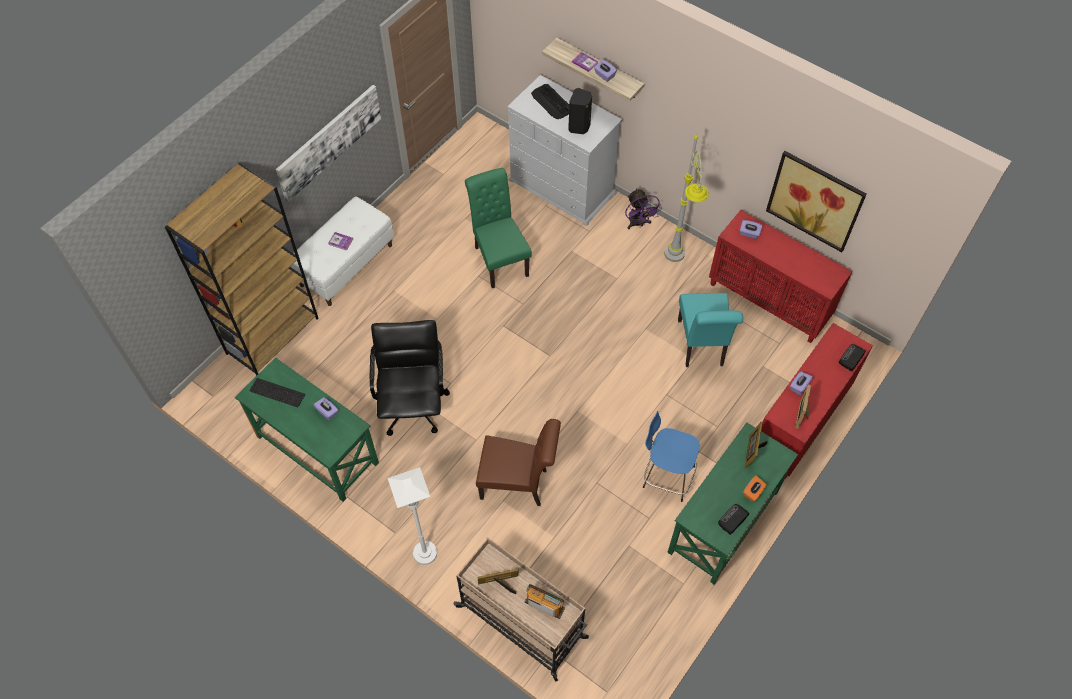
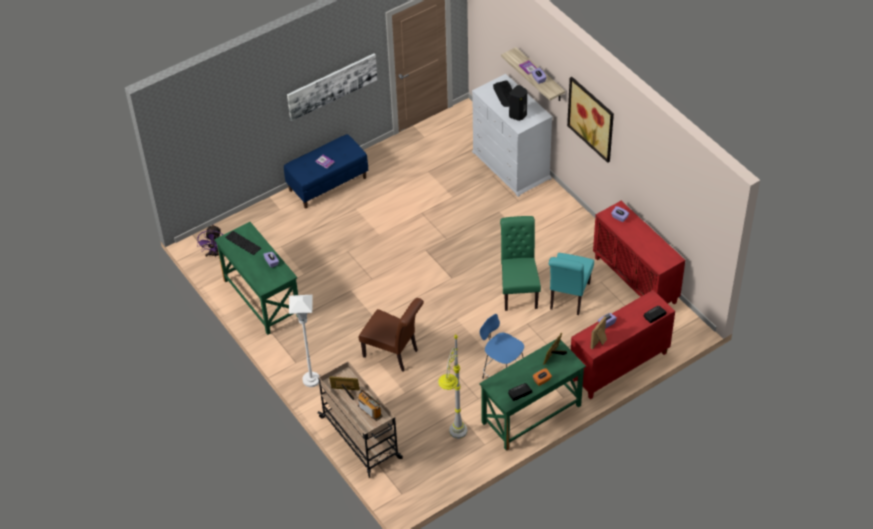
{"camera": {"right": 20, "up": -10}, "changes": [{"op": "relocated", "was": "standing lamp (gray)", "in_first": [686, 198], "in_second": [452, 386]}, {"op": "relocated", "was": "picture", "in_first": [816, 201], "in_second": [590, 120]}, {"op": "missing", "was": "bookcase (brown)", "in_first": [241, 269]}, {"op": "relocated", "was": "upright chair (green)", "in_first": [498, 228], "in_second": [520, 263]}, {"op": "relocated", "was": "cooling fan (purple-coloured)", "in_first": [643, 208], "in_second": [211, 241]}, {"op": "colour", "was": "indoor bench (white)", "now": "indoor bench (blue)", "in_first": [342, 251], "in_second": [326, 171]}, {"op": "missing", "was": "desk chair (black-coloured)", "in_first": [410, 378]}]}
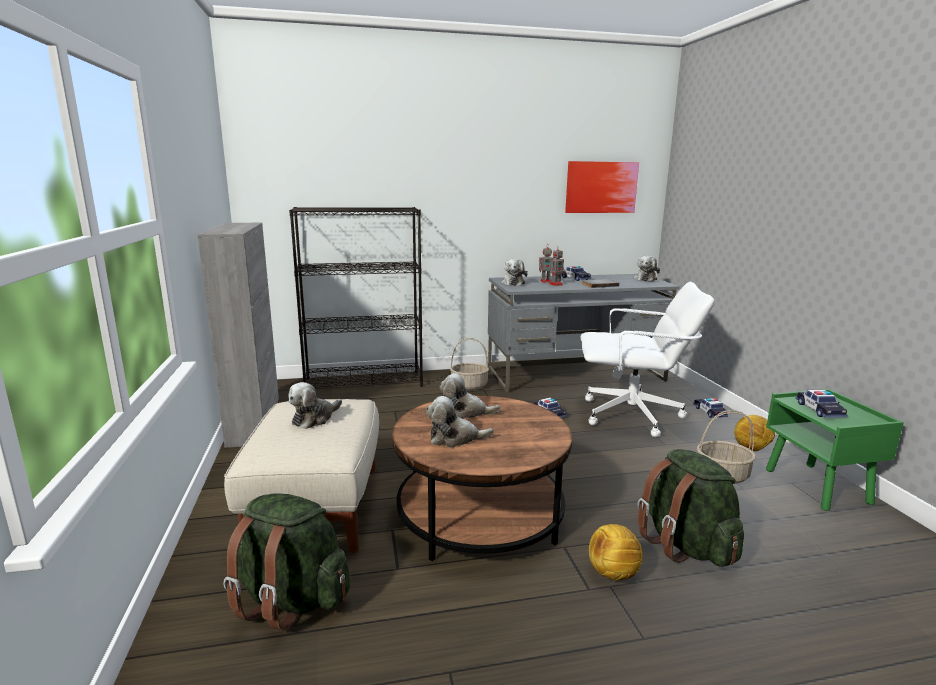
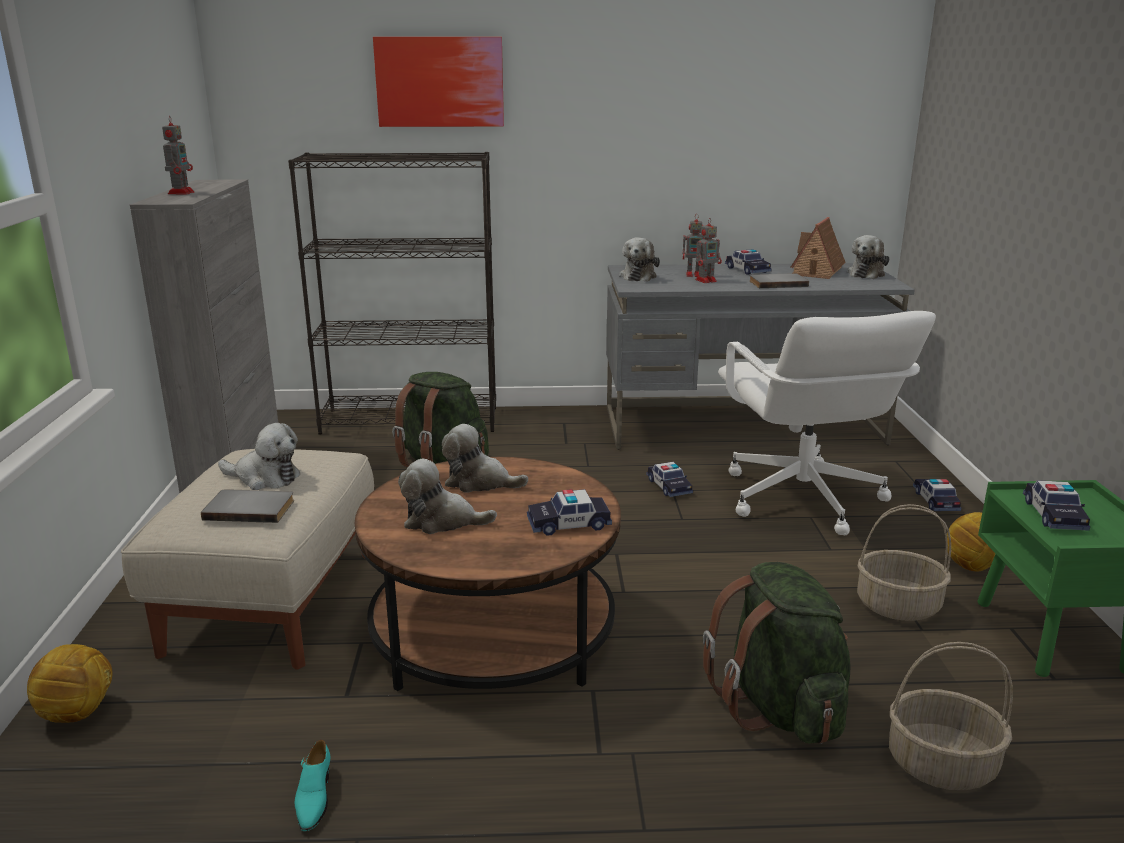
{"camera": {"right": 10, "up": 5}, "changes": [{"op": "relocated", "was": "picture", "in_first": [602, 187], "in_second": [438, 82]}, {"op": "spun", "was": "desk chair (white)", "in_first": [647, 359], "in_second": [827, 423], "clockwise": 60}, {"op": "relocated", "was": "storage basket", "in_first": [469, 364], "in_second": [951, 716]}, {"op": "spun", "was": "plush toy", "in_first": [315, 405], "in_second": [259, 456], "clockwise": -120}, {"op": "relocated", "was": "rucksack (green)", "in_first": [287, 562], "in_second": [440, 419]}, {"op": "relocated", "was": "football ball", "in_first": [616, 552], "in_second": [69, 683]}, {"op": "appeared", "now": "toy robot", "in_second": [178, 155]}, {"op": "appeared", "now": "toy house", "in_second": [818, 248]}, {"op": "appeared", "now": "book (gray)", "in_second": [247, 506]}, {"op": "appeared", "now": "model car", "in_second": [569, 512]}, {"op": "appeared", "now": "low shoe (turquoise-coloured)", "in_second": [312, 785]}]}
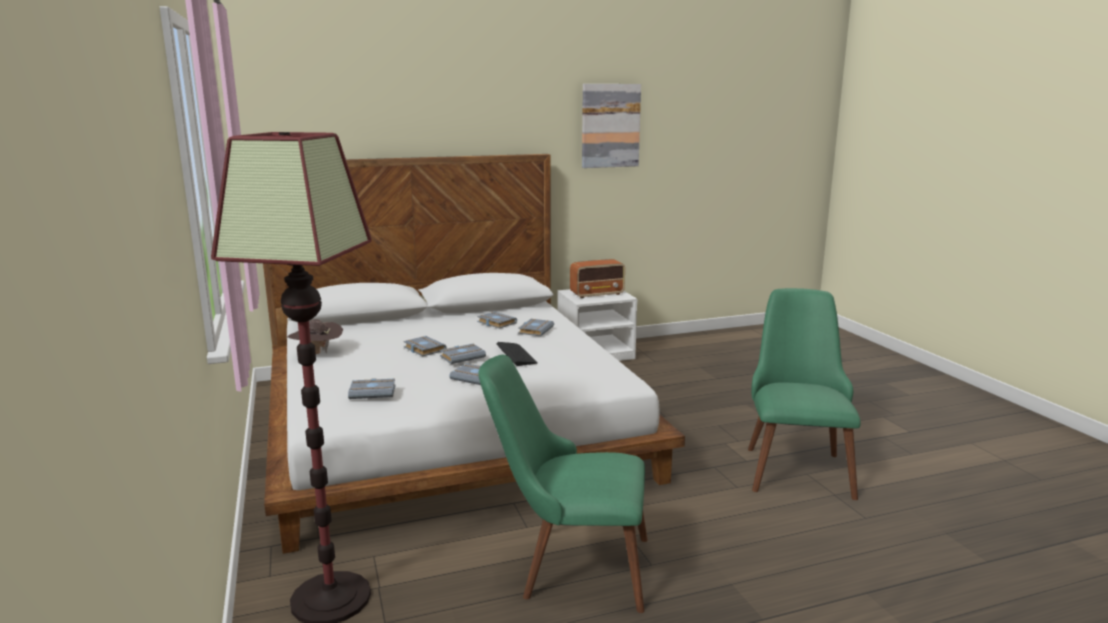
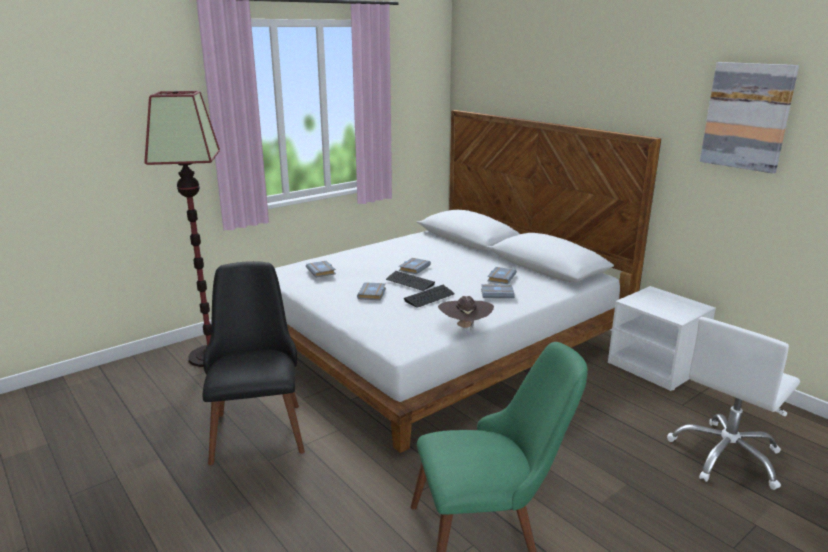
{"camera": {"right": 70, "up": 5}, "changes": [{"op": "missing", "was": "radio receiver", "in_first": [597, 278]}, {"op": "relocated", "was": "wearable hat (brown)", "in_first": [315, 337], "in_second": [466, 313]}, {"op": "exchanged", "was": "book (gray)", "now": "PC keyboard", "in_first": [463, 354], "in_second": [410, 281]}, {"op": "colour", "was": "upright chair (green)", "now": "upright chair (black-coloured)", "in_first": [563, 484], "in_second": [254, 363]}, {"op": "appeared", "now": "desk chair (white)", "in_second": [733, 403]}]}
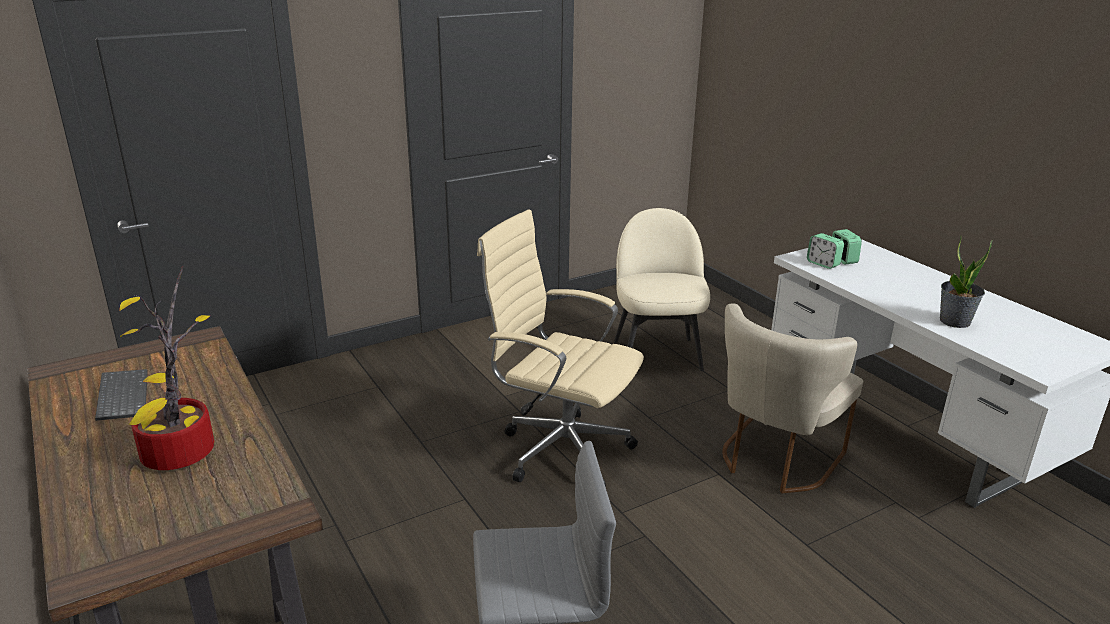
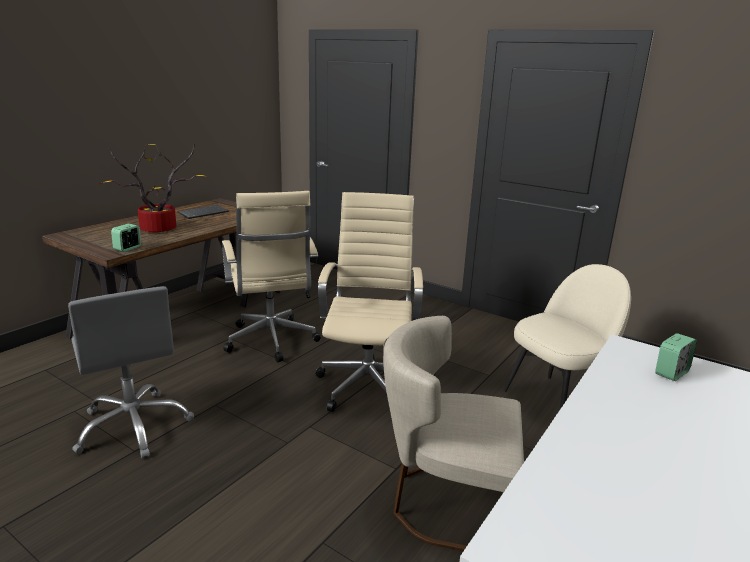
{"camera": {"right": 65, "up": -5}, "changes": [{"op": "relocated", "was": "alarm clock", "in_first": [825, 251], "in_second": [126, 237]}, {"op": "missing", "was": "houseplant", "in_first": [966, 282]}, {"op": "appeared", "now": "desk chair (sand-coloured)", "in_second": [271, 276]}]}
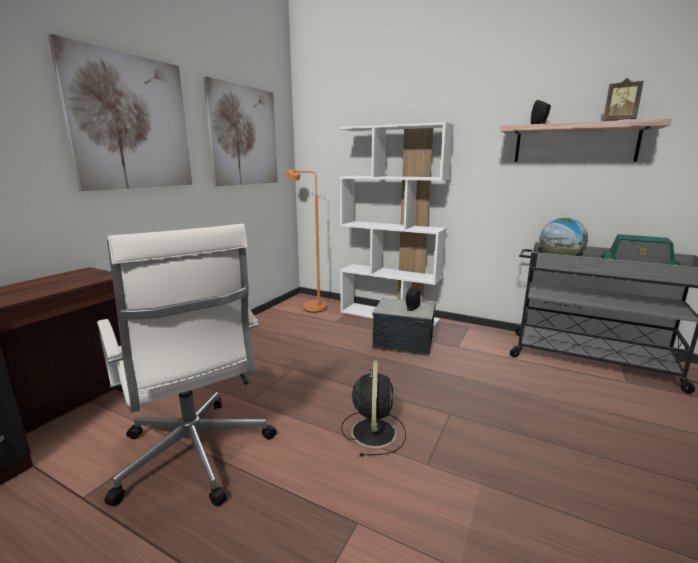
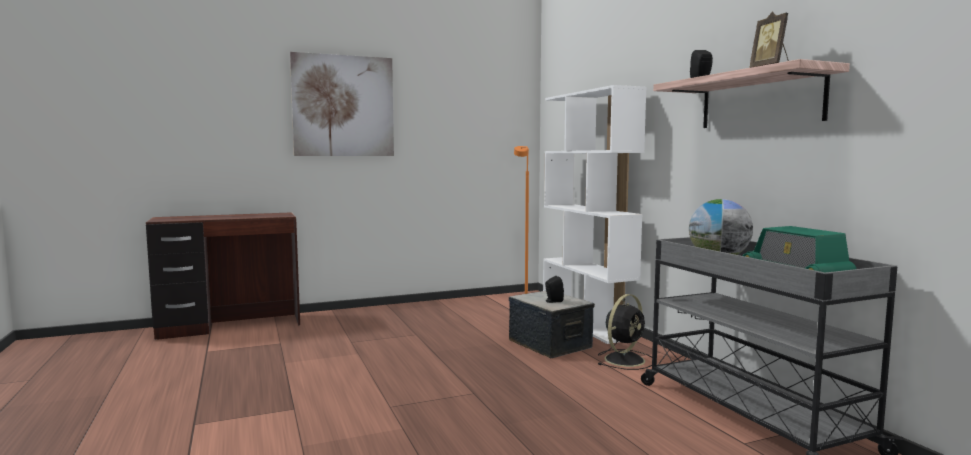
{"camera": {"right": 40, "up": -10}, "changes": [{"op": "missing", "was": "picture", "in_first": [240, 131]}, {"op": "missing", "was": "desk chair (white)", "in_first": [186, 365]}, {"op": "relocated", "was": "cooling fan (black-coloured)", "in_first": [373, 408], "in_second": [624, 332]}]}
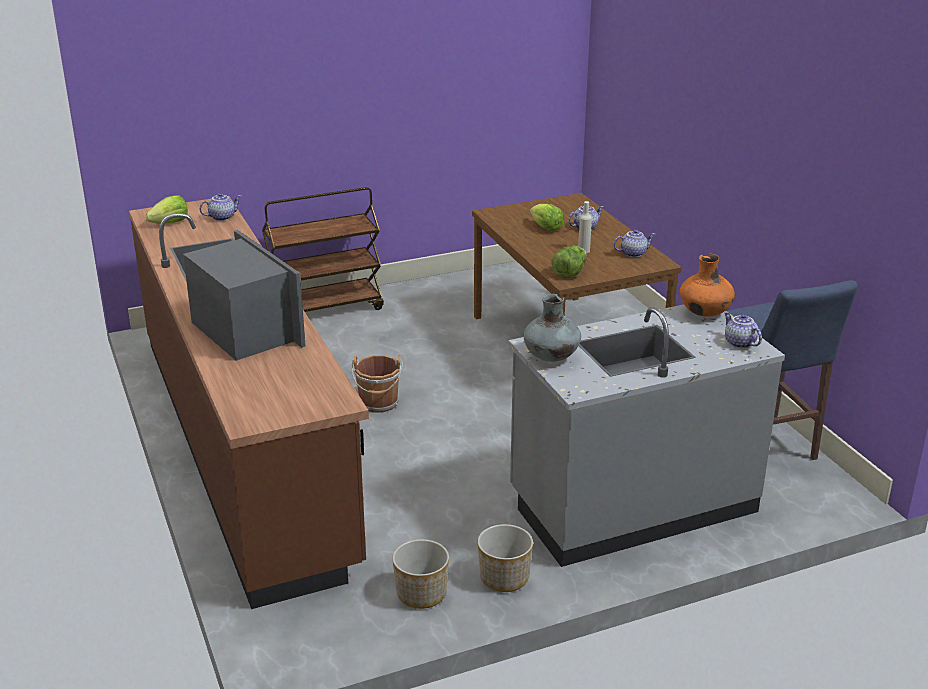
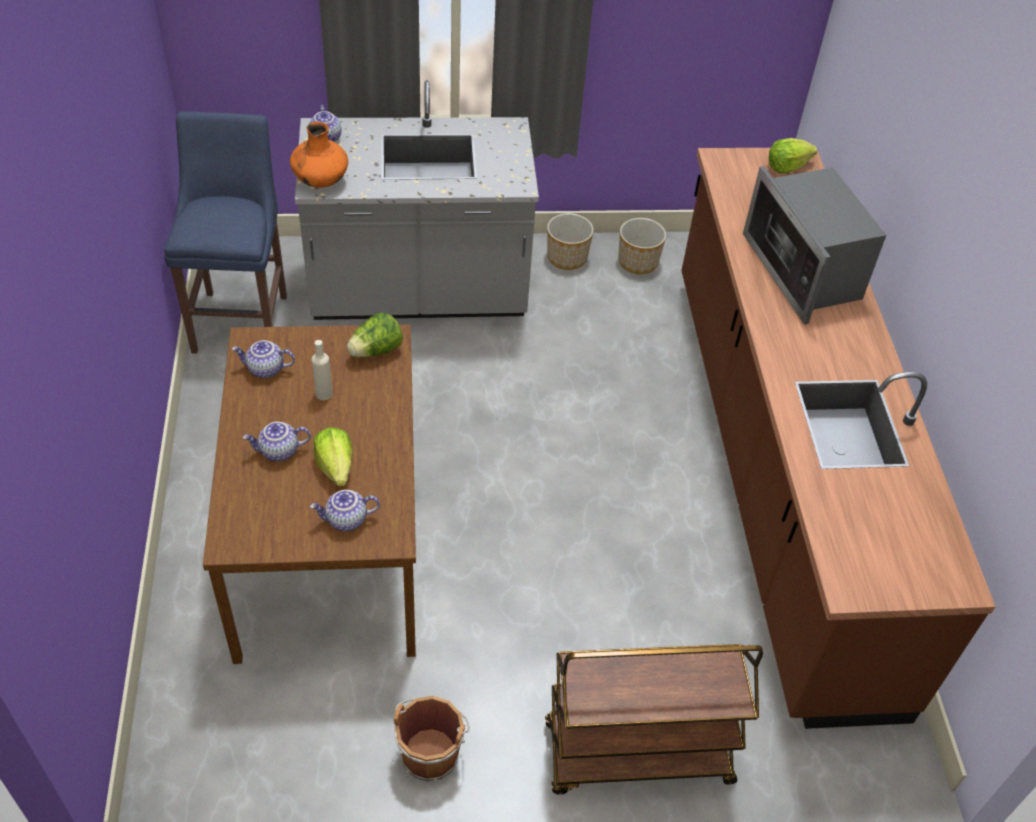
{"camera": {"right": -165, "up": 20}, "changes": [{"op": "relocated", "was": "teapot", "in_first": [220, 207], "in_second": [345, 510]}, {"op": "relocated", "was": "lettuce head", "in_first": [167, 209], "in_second": [793, 156]}, {"op": "missing", "was": "flower vase (gray)", "in_first": [552, 328]}, {"op": "relocated", "was": "pail (brown)", "in_first": [377, 384], "in_second": [432, 739]}]}
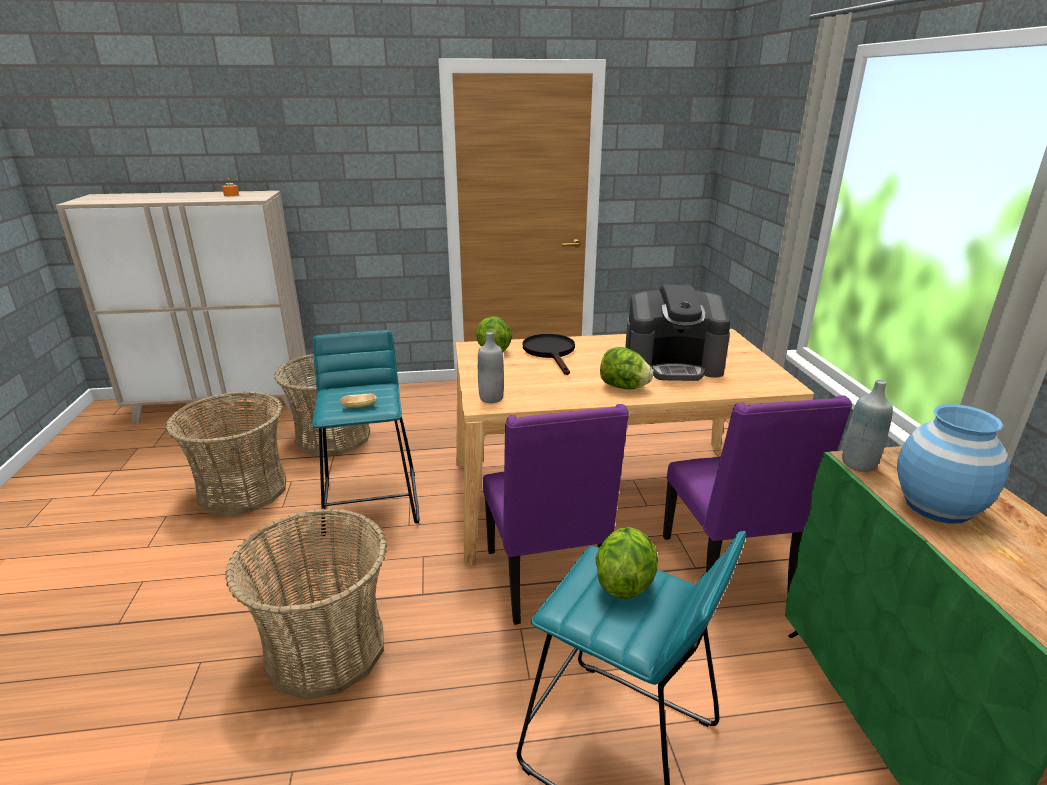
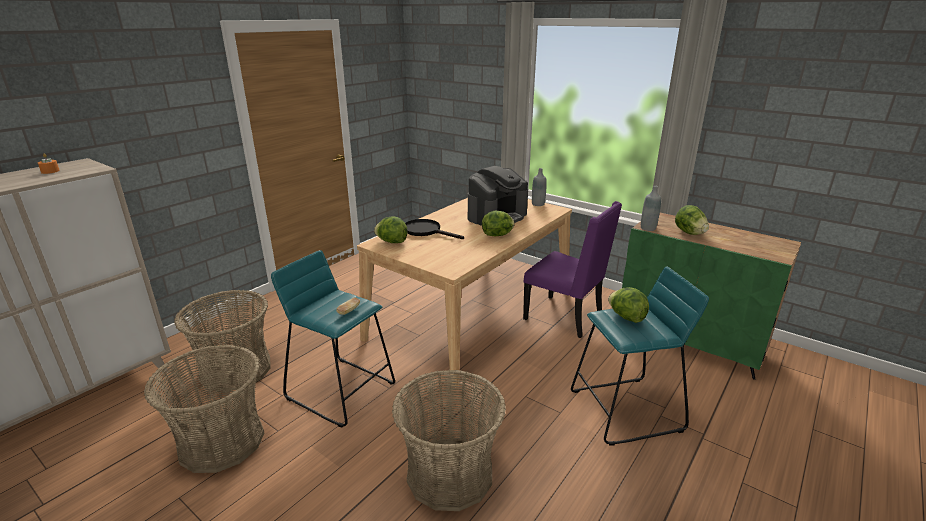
{"camera": {"right": -45, "up": 0}, "changes": [{"op": "relocated", "was": "drink bottle (gray)", "in_first": [491, 367], "in_second": [539, 187]}, {"op": "missing", "was": "upright chair (purple-coloured)", "in_first": [556, 514]}, {"op": "exchanged", "was": "flower vase (blue)", "now": "lettuce head", "in_first": [953, 464], "in_second": [692, 220]}]}
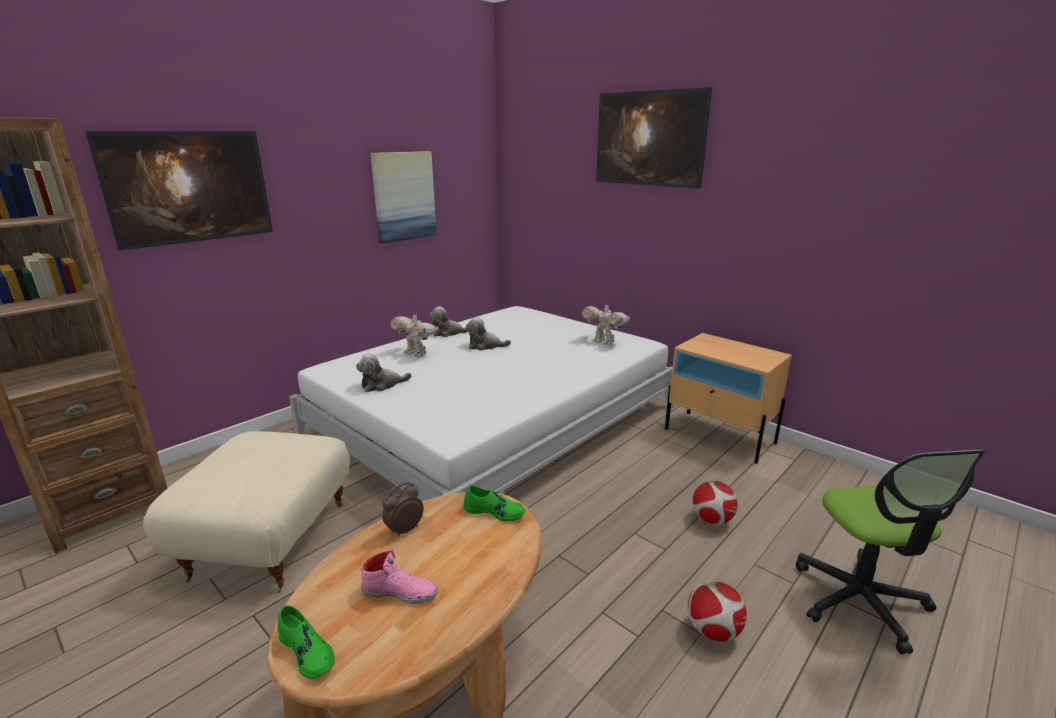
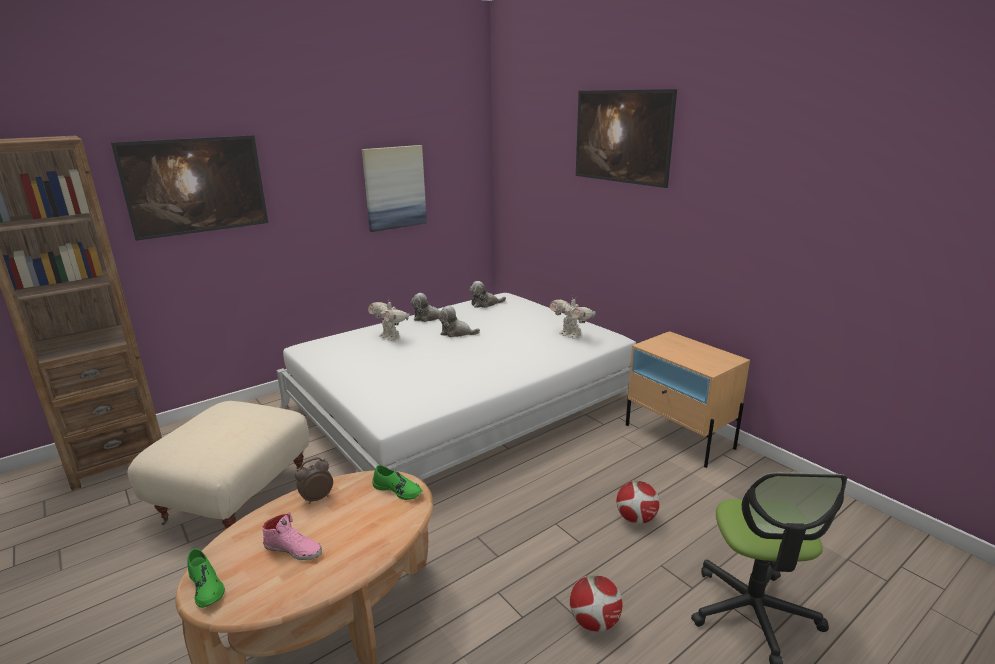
{"camera": {"right": 10, "up": 0}, "changes": [{"op": "relocated", "was": "plush toy", "in_first": [384, 372], "in_second": [487, 294]}]}
